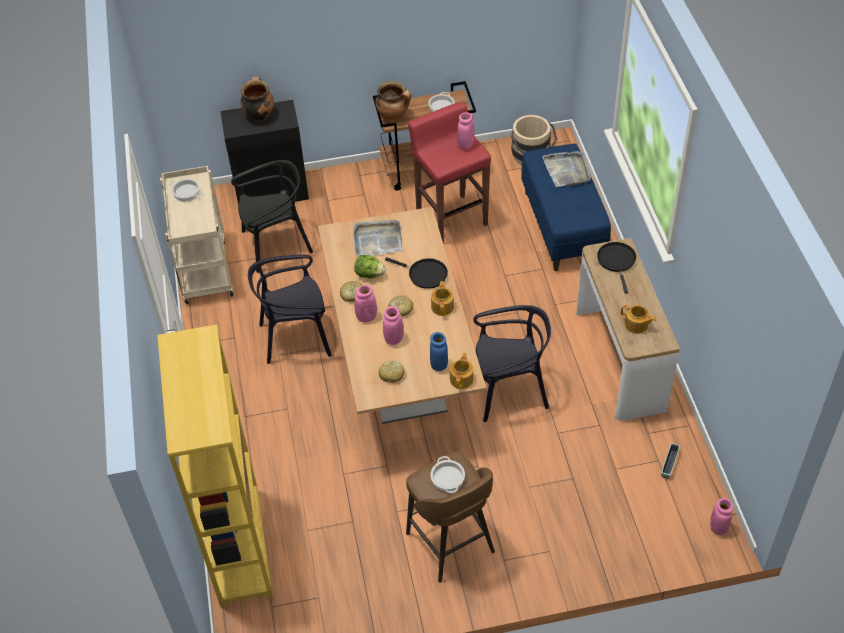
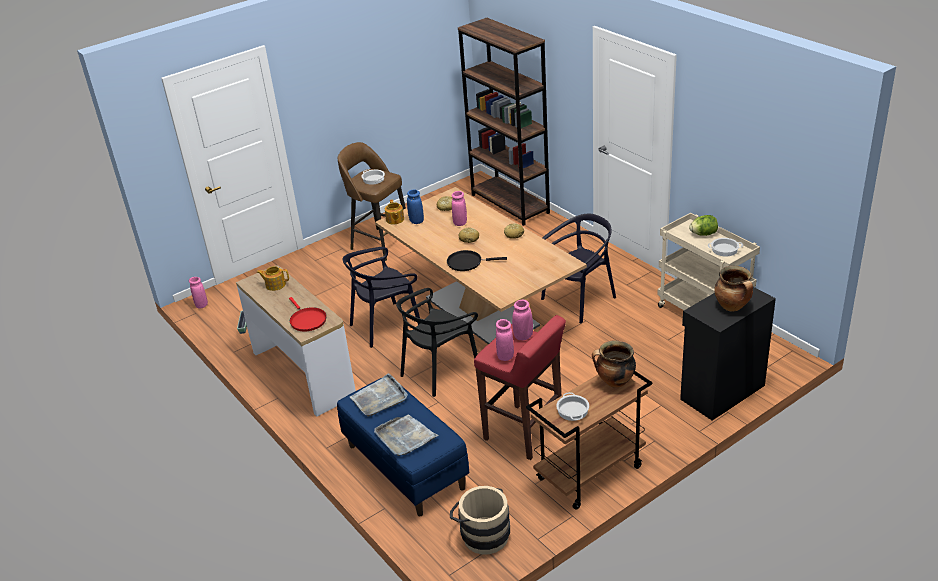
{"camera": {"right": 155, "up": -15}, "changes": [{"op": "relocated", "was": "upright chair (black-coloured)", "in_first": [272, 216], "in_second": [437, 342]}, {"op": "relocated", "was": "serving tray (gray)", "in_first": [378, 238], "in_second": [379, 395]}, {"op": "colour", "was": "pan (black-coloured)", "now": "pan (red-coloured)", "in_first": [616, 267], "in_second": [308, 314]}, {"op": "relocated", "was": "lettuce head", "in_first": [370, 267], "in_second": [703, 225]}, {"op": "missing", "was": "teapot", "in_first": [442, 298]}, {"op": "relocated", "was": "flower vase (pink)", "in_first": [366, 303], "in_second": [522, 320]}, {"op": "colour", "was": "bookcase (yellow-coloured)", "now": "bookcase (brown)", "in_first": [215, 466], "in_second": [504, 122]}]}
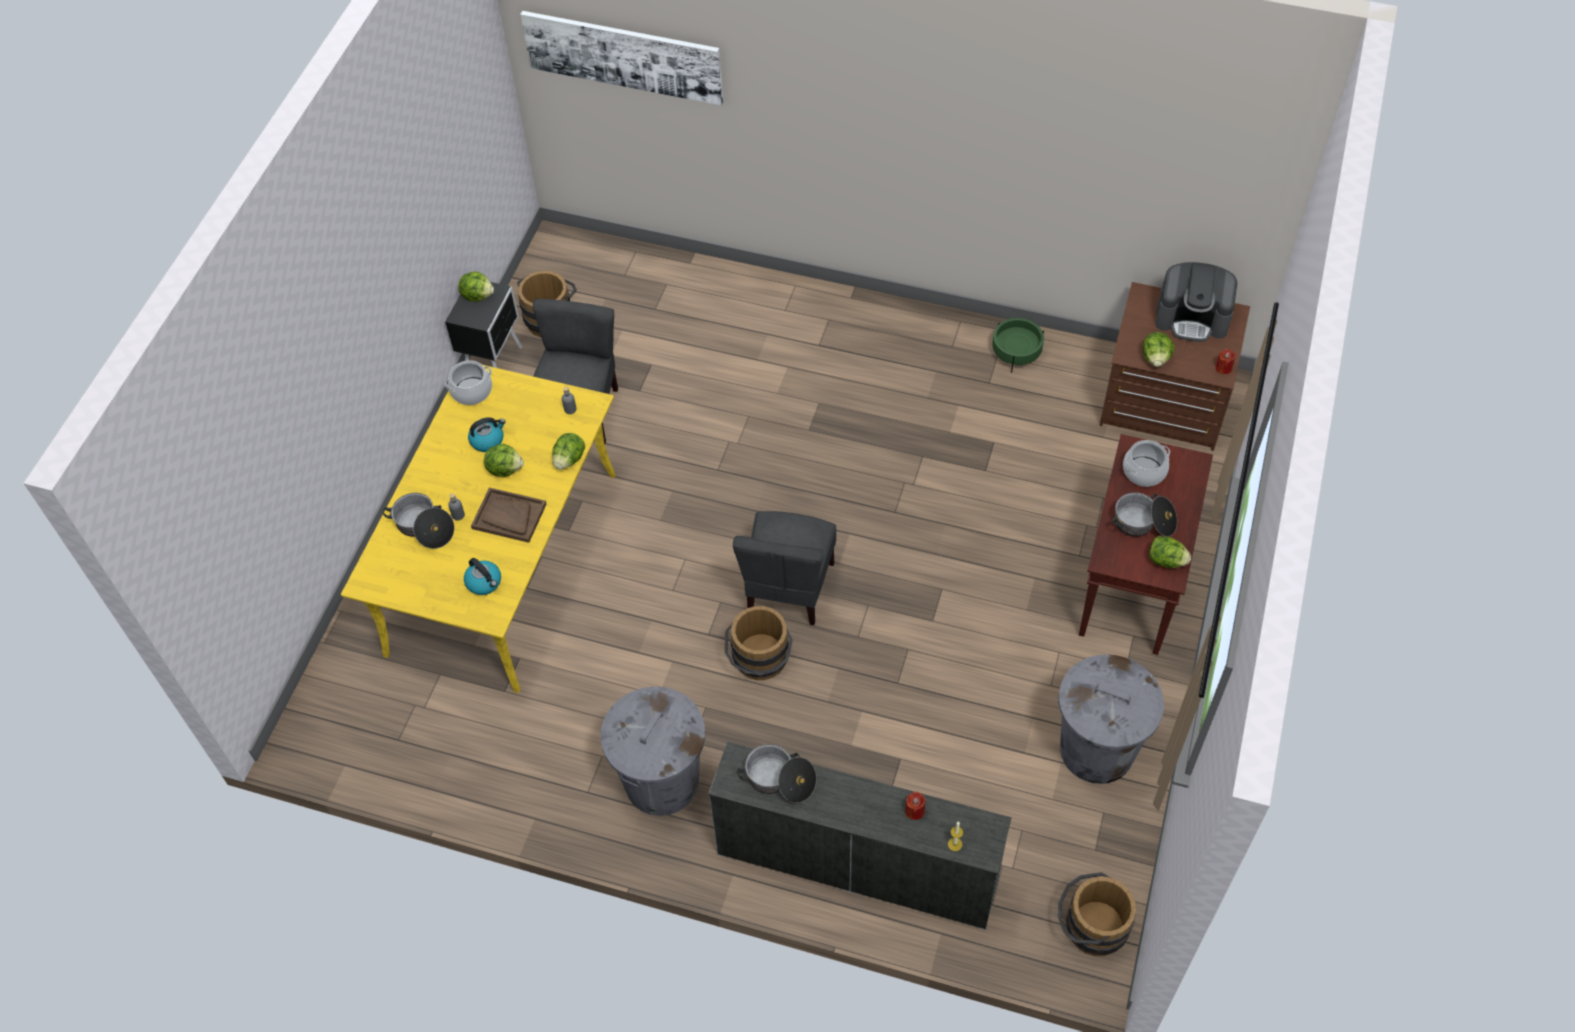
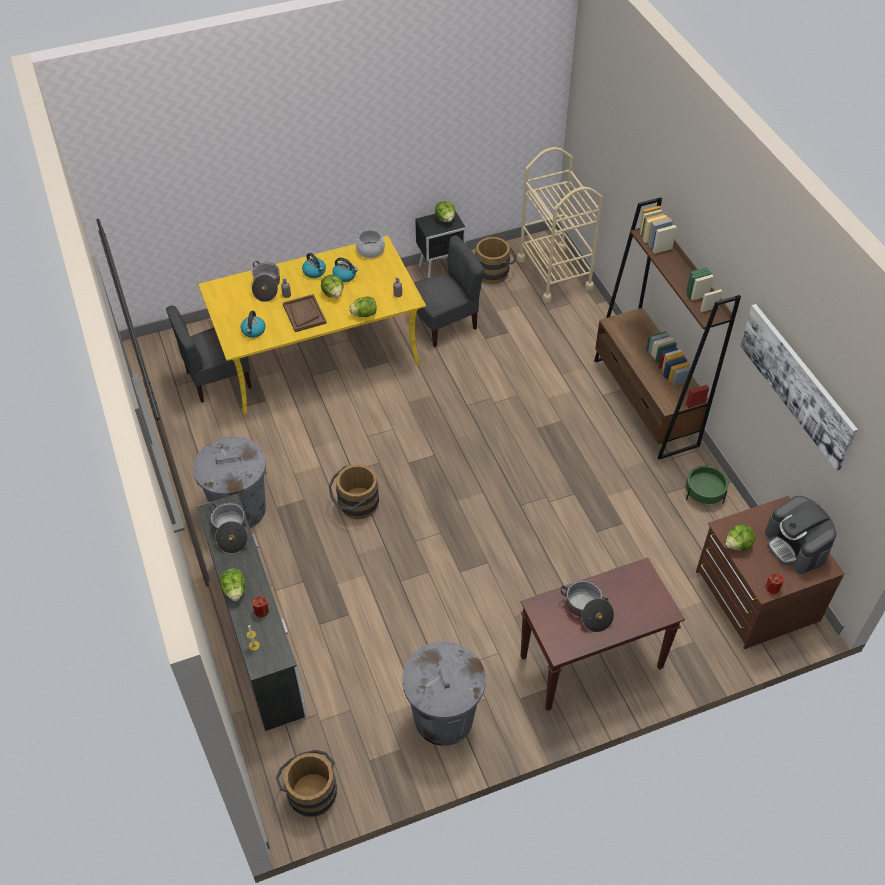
{"camera": {"right": 50, "up": -5}, "changes": [{"op": "relocated", "was": "picture", "in_first": [622, 58], "in_second": [799, 387]}, {"op": "missing", "was": "stockpot", "in_first": [1146, 463]}, {"op": "relocated", "was": "upright chair (gray)", "in_first": [784, 568], "in_second": [209, 354]}, {"op": "relocated", "was": "lettuce head", "in_first": [1170, 552], "in_second": [232, 584]}, {"op": "appeared", "now": "trolley (sand-coloured)", "in_second": [560, 225]}, {"op": "appeared", "now": "bookcase (brown)", "in_second": [667, 328]}, {"op": "appeared", "now": "water kettle", "in_second": [314, 265]}]}
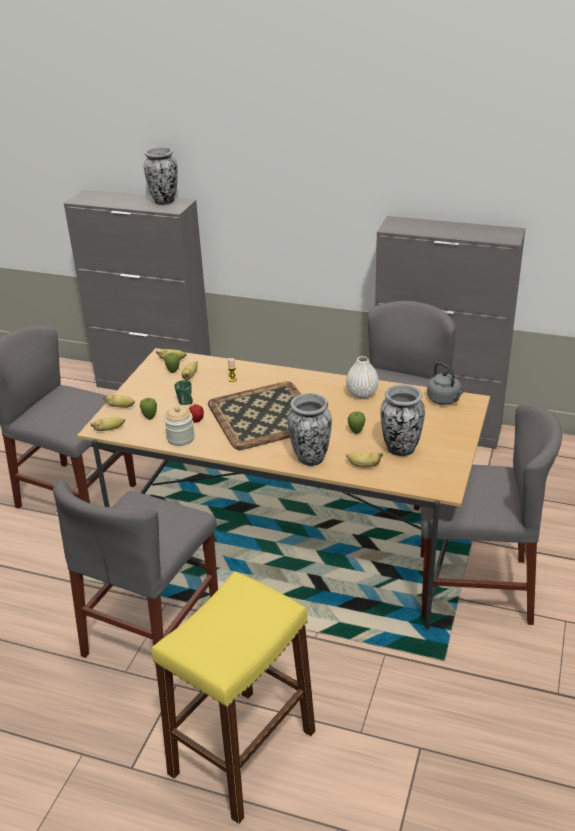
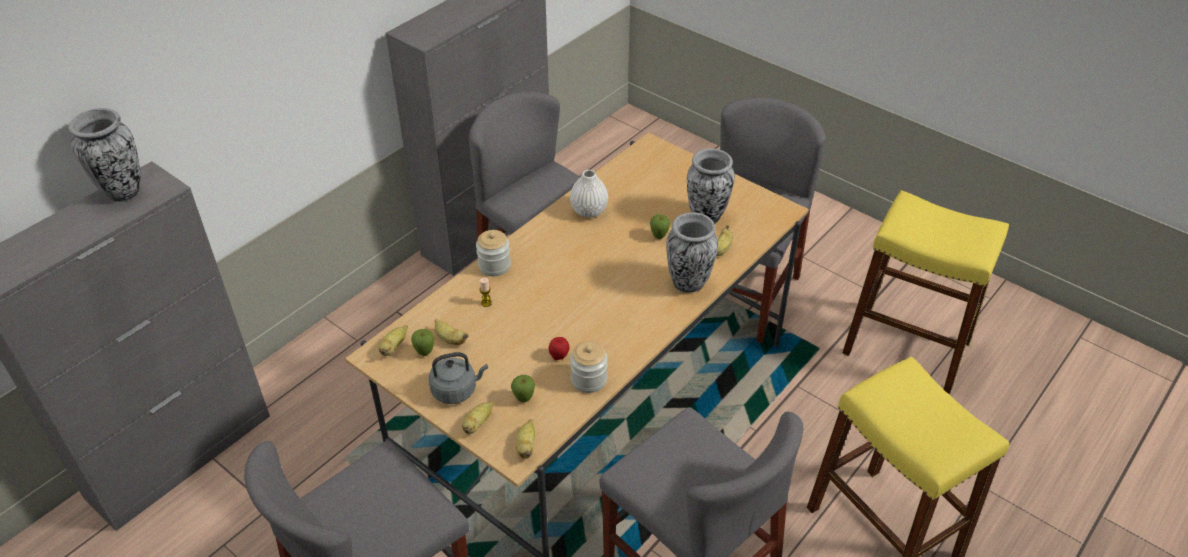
{"camera": {"right": -70, "up": 10}, "changes": [{"op": "relocated", "was": "water kettle (gray)", "in_first": [445, 383], "in_second": [458, 378]}, {"op": "missing", "was": "tea mug (green)", "in_first": [183, 392]}, {"op": "missing", "was": "serving tray", "in_first": [254, 415]}, {"op": "appeared", "now": "stool (yellow-coloured)", "in_second": [925, 292]}, {"op": "appeared", "now": "jar", "in_second": [493, 253]}]}
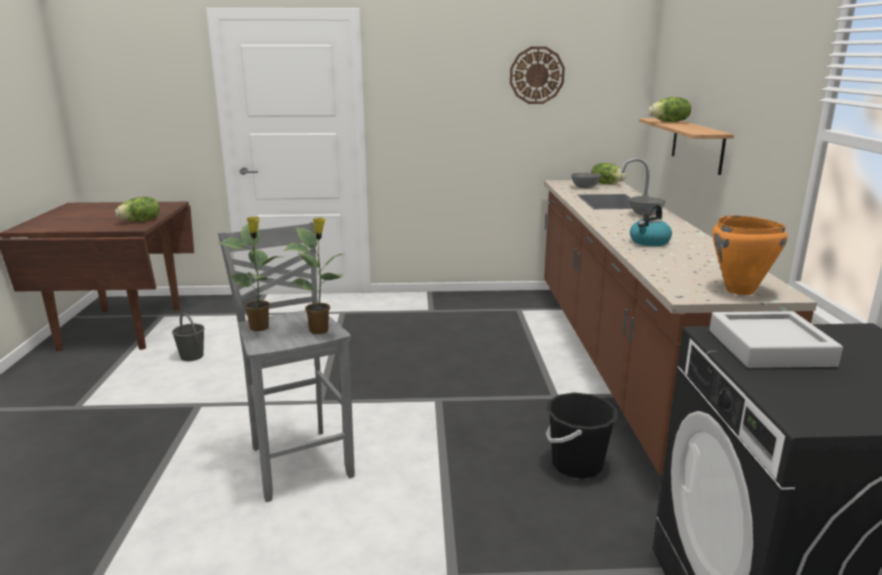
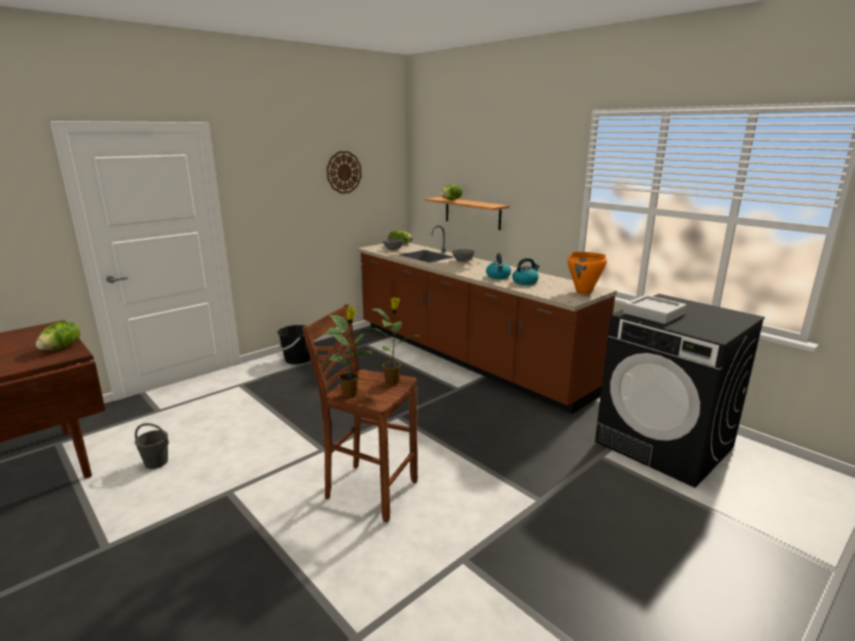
{"camera": {"right": -40, "up": 0}, "changes": [{"op": "colour", "was": "stool (gray)", "now": "stool (brown)", "in_first": [286, 362], "in_second": [360, 413]}, {"op": "relocated", "was": "pail (black-coloured)", "in_first": [582, 435], "in_second": [293, 344]}, {"op": "appeared", "now": "water kettle", "in_second": [526, 271]}]}
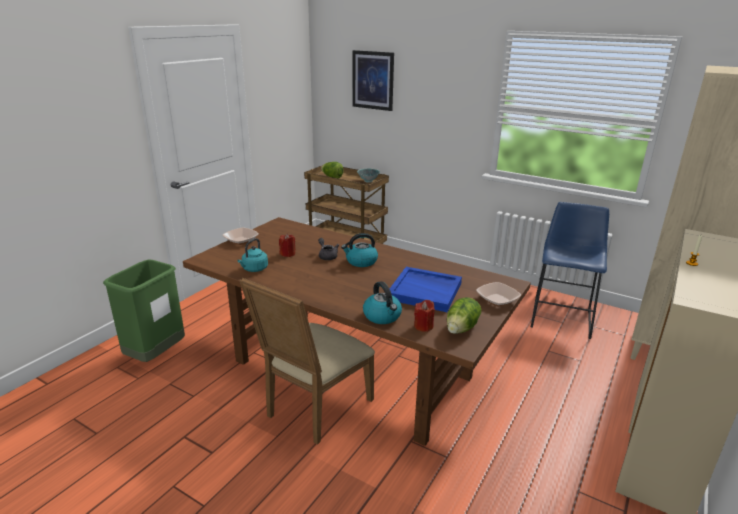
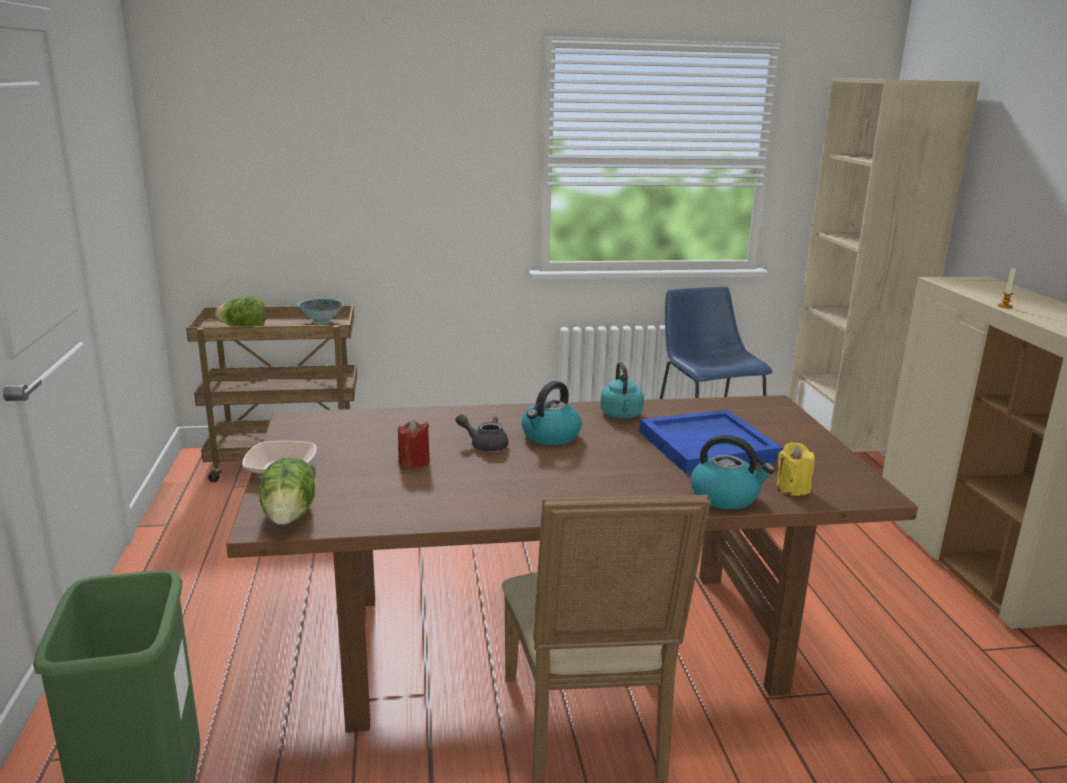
{"camera": {"right": -40, "up": -5}, "changes": [{"op": "missing", "was": "picture", "in_first": [373, 80]}, {"op": "relocated", "was": "water kettle (turquoise-coloured)", "in_first": [252, 255], "in_second": [622, 390]}, {"op": "missing", "was": "deep dish", "in_first": [498, 294]}, {"op": "relocated", "was": "lettuce head", "in_first": [464, 315], "in_second": [287, 491]}, {"op": "colour", "was": "candle (red-coloured)", "now": "candle (yellow-coloured)", "in_first": [424, 316], "in_second": [795, 469]}]}
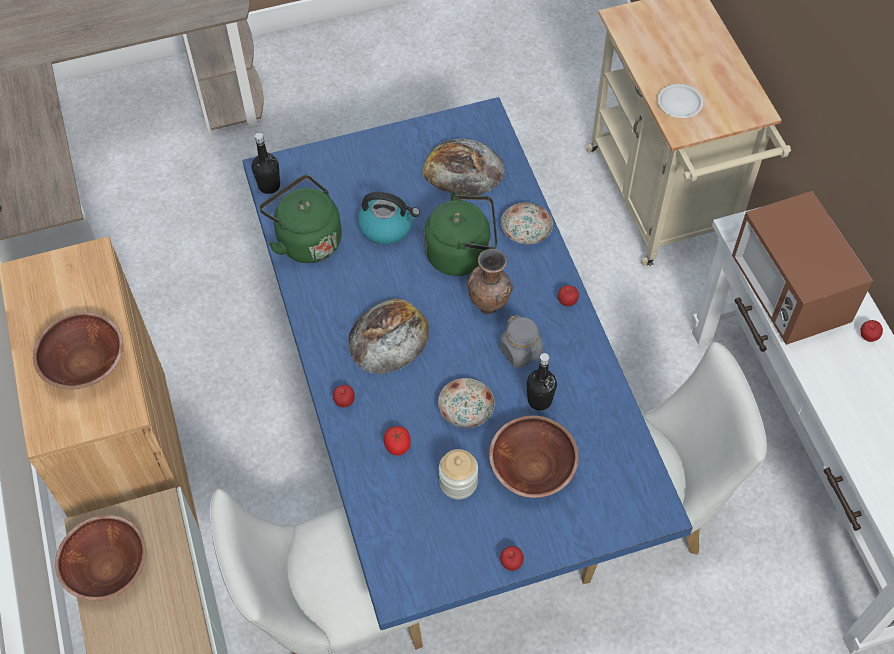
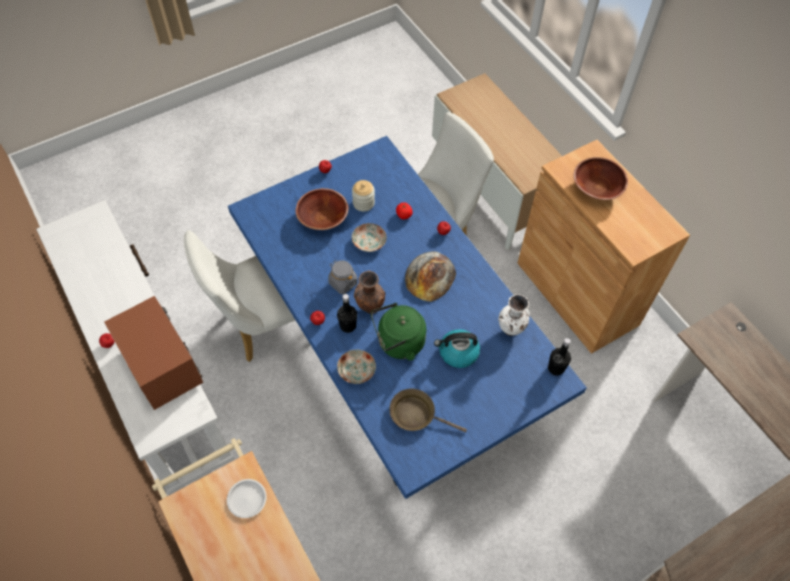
{"camera": {"right": 165, "up": 0}, "changes": [{"op": "exchanged", "was": "bread", "now": "pan (brown)", "in_first": [463, 167], "in_second": [428, 410]}, {"op": "exchanged", "was": "water kettle (green)", "now": "flower vase (white)", "in_first": [300, 219], "in_second": [514, 315]}, {"op": "relocated", "was": "drink bottle (black-coloured)", "in_first": [542, 381], "in_second": [347, 313]}, {"op": "missing", "was": "deep dish (brown)", "in_first": [100, 558]}]}
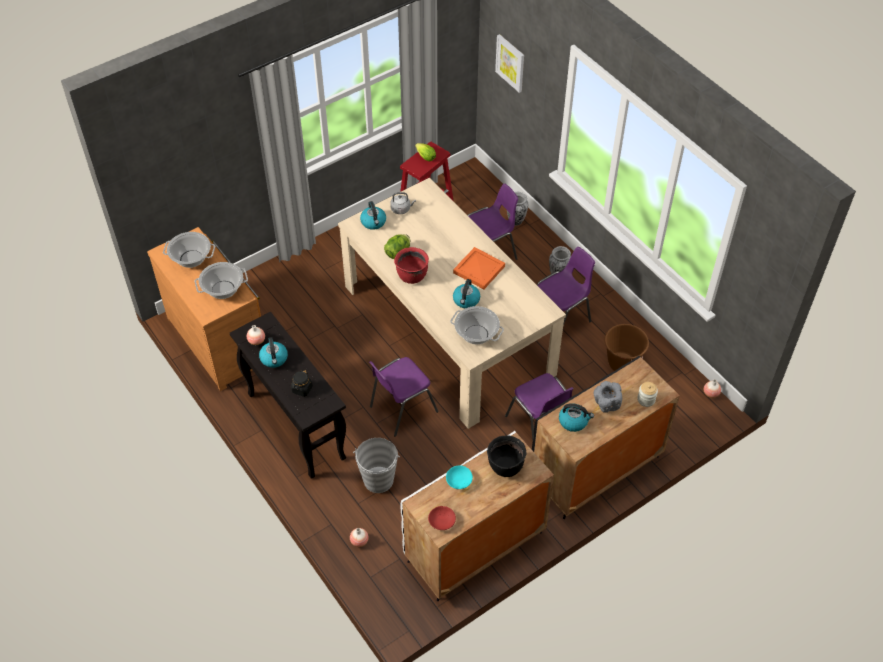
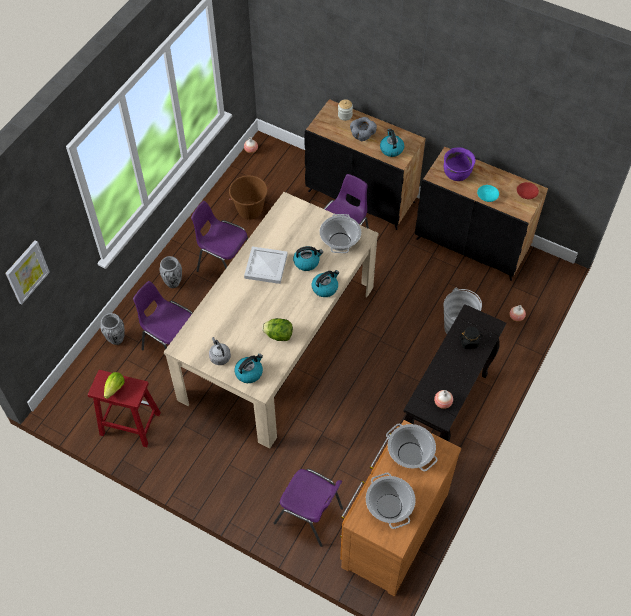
{"camera": {"right": -115, "up": 5}, "changes": [{"op": "missing", "was": "stockpot (red-coloured)", "in_first": [411, 265]}, {"op": "colour", "was": "serving tray (orangey)", "now": "serving tray (white)", "in_first": [479, 268], "in_second": [266, 265]}, {"op": "relocated", "was": "water kettle", "in_first": [273, 352], "in_second": [325, 283]}, {"op": "relocated", "was": "upright chair (purple-coloured)", "in_first": [404, 397], "in_second": [308, 508]}, {"op": "colour", "was": "storage cabinet (white)", "now": "storage cabinet (black-coloured)", "in_first": [477, 515], "in_second": [481, 214]}, {"op": "colour", "was": "stockpot (black-coloured)", "now": "stockpot (purple-coloured)", "in_first": [507, 456], "in_second": [460, 164]}]}
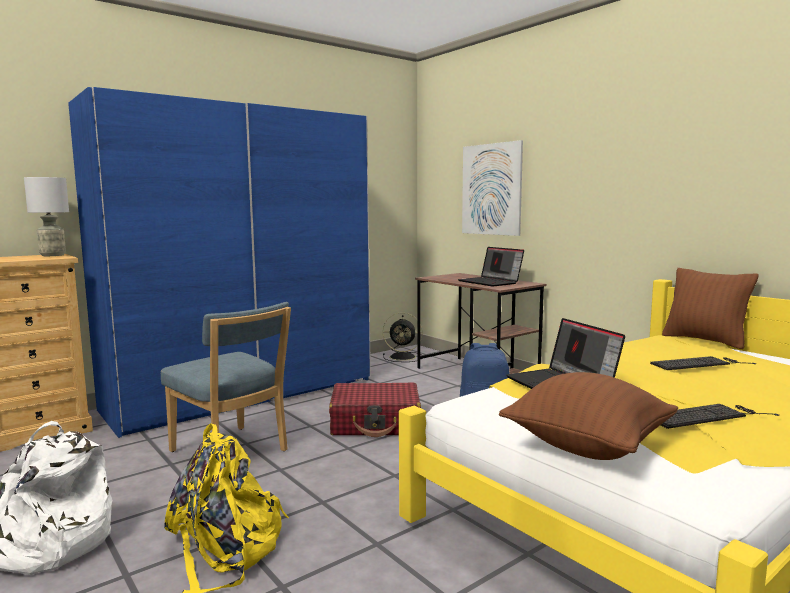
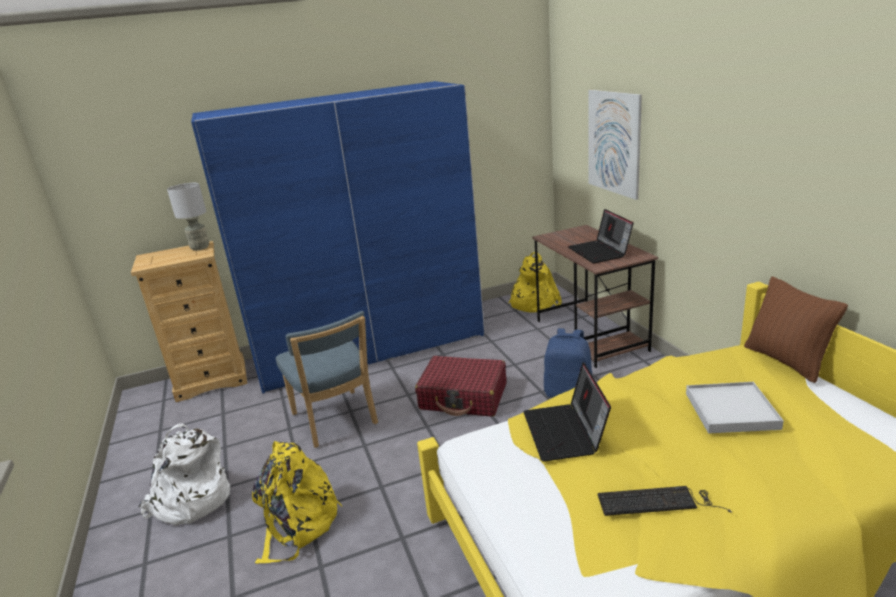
{"camera": {"right": 20, "up": 15}, "changes": [{"op": "exchanged", "was": "cooling fan (black-coloured)", "now": "rucksack (yellow-coloured)", "in_first": [403, 337], "in_second": [535, 282]}, {"op": "exchanged", "was": "PC keyboard", "now": "serving tray (white)", "in_first": [703, 363], "in_second": [735, 407]}, {"op": "missing", "was": "pillow (brown)", "in_first": [588, 416]}]}
